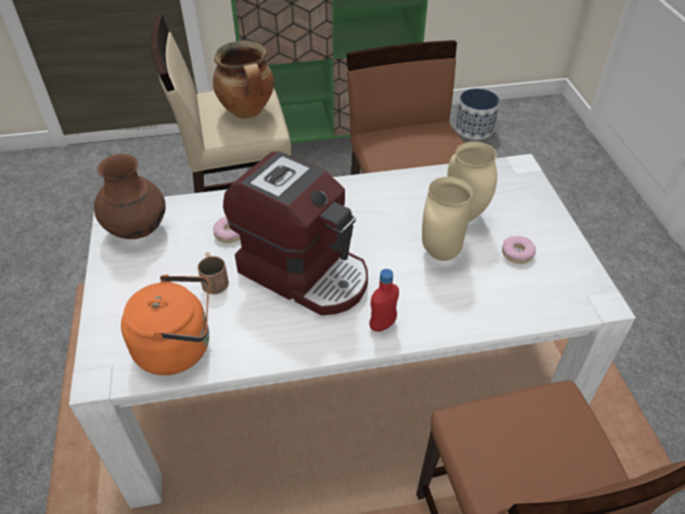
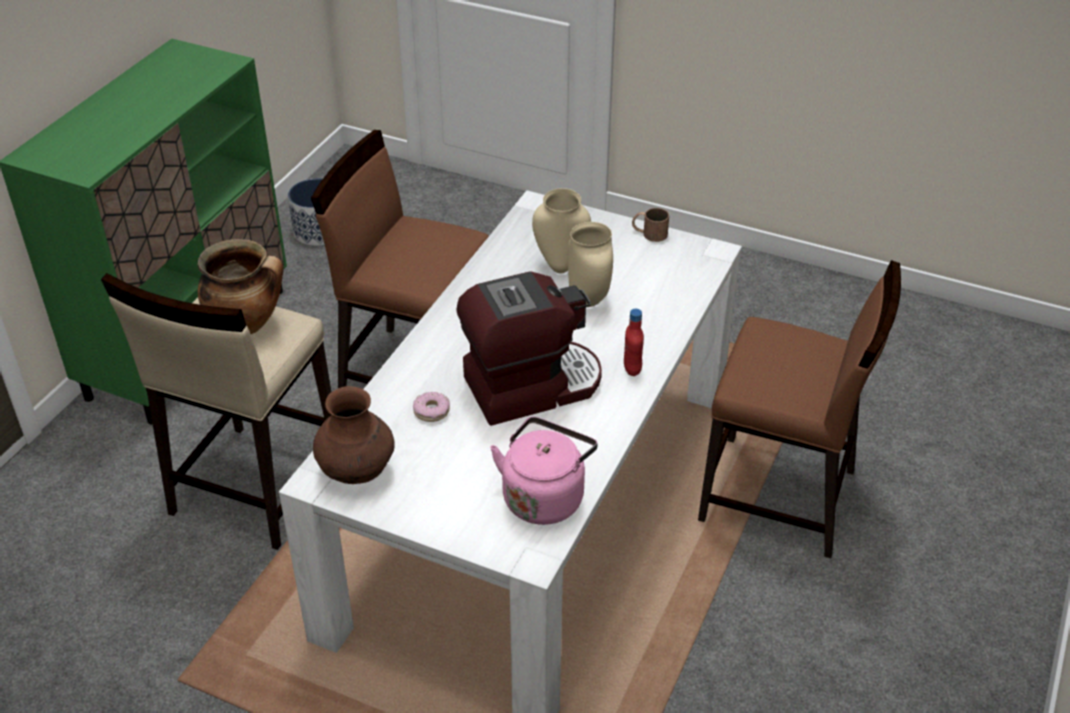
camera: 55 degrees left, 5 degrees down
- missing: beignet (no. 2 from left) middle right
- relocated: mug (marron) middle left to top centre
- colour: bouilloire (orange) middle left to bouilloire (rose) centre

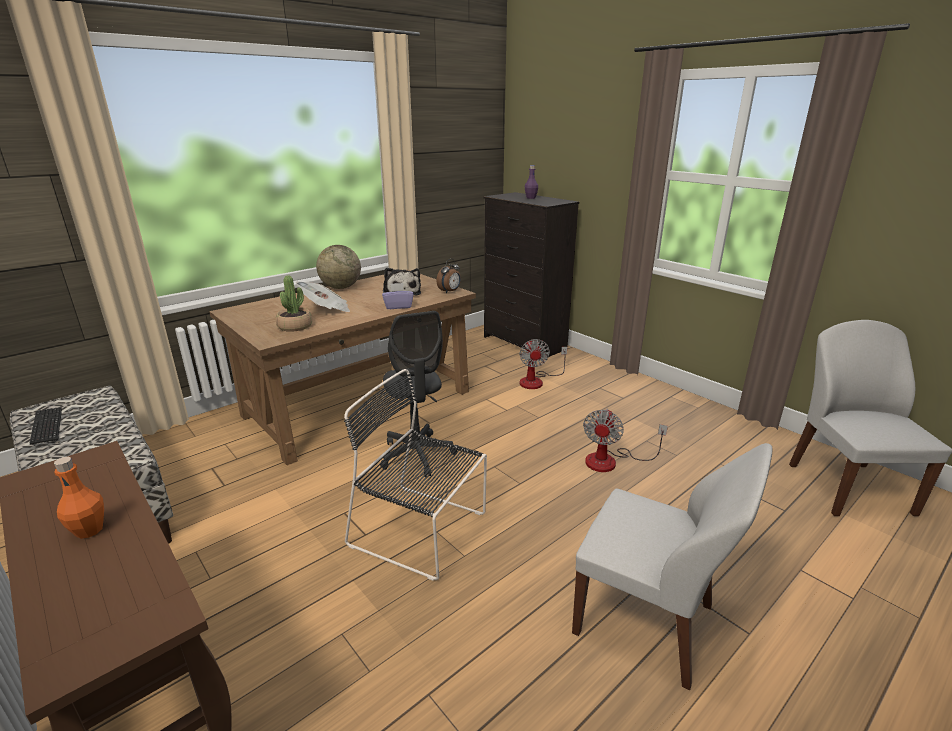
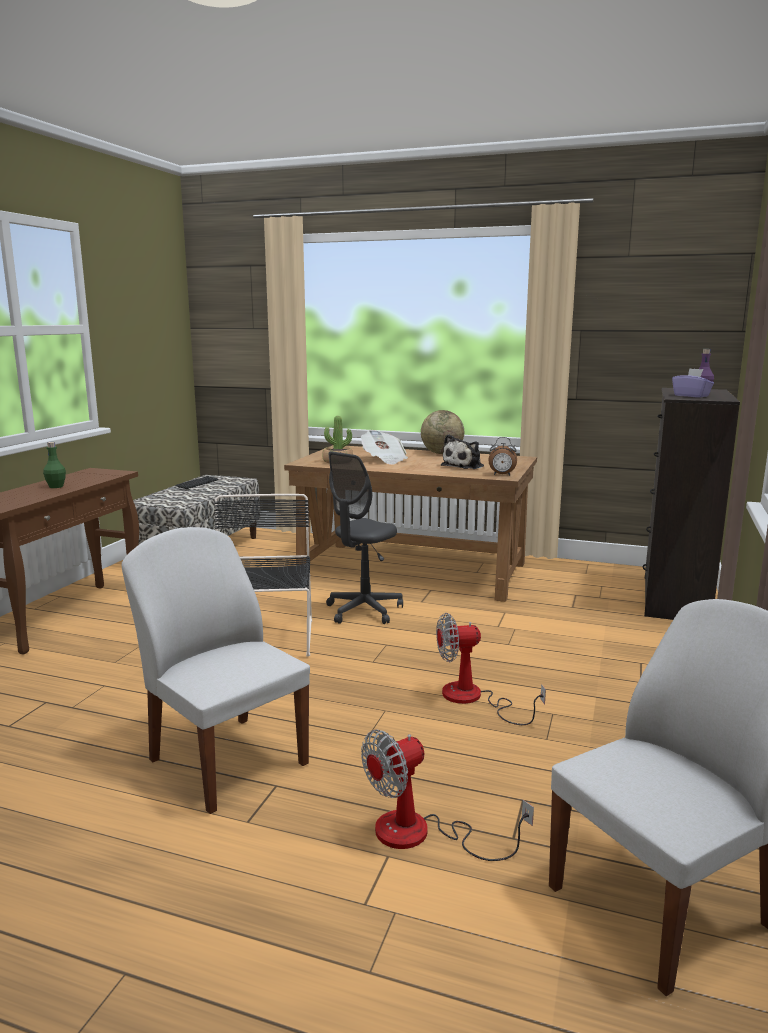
camera: 60 degrees right, 10 degrees down
- relocated: boîte à mouchoirs (violet) centre to middle right
- relocated: ventilateur (no. 1 from left) centre to bottom centre
- spun: chaise (blanc) (no. 1 from left) bottom right = middle left 135 degrees clockwise
- colour: bouteille (orange) bottom left to bouteille (vert) middle left

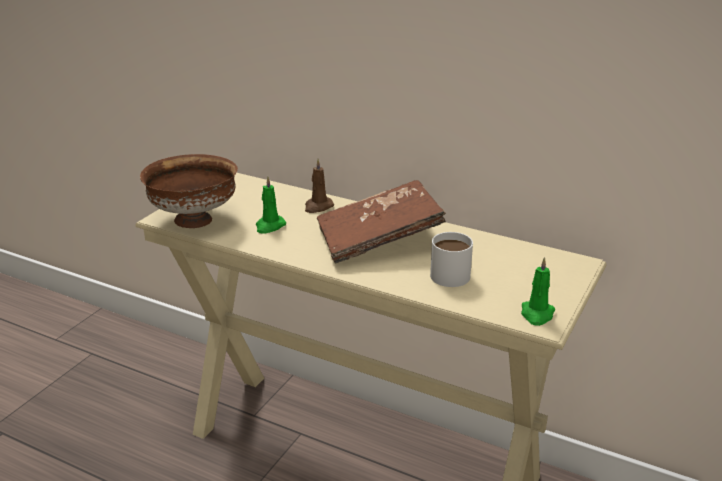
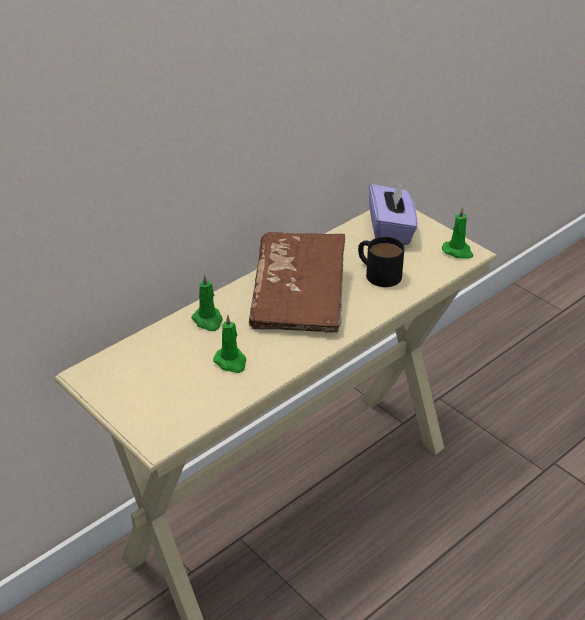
camera: 70 degrees left, 10 degrees up
- missing: bol (marron) middle left
- colour: bougie (marron) centre to bougie (vert) (no. 1 from left) centre
- colour: mug (blanc) centre to mug (noir) centre
- appeared: boîte à mouchoirs (violet) middle right

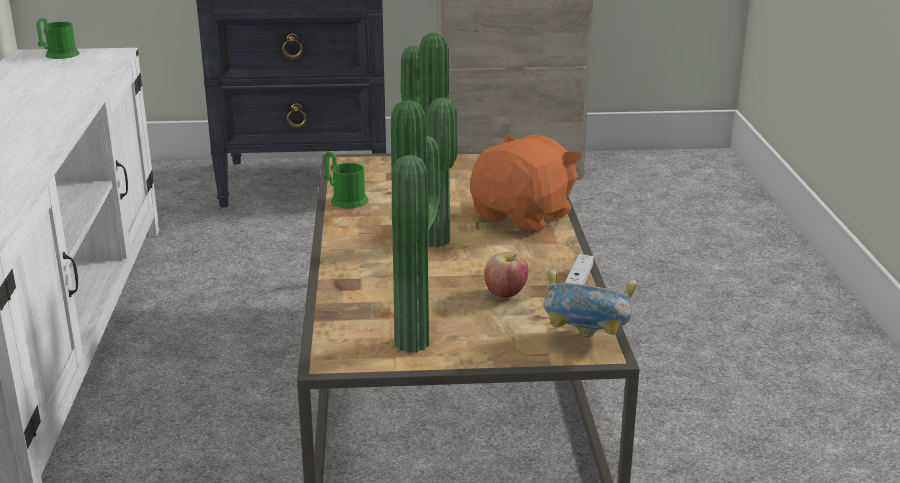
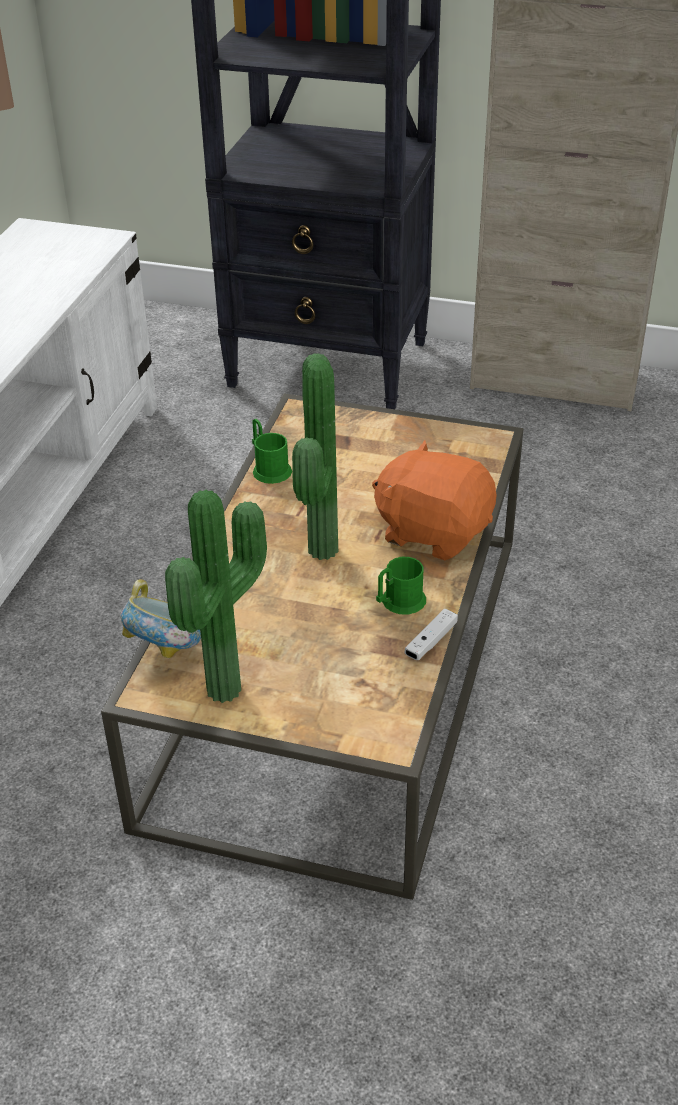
camera: 20 degrees right, 15 degrees up
- relocated: mug (vert) (no. 1 from left in the first image) top left to mug (vert) (no. 2 from left) centre
- spun: peluche (orange) centre = centre 120 degrees counterclockwise
- missing: pomme centre
- relocated: bol centre to middle left

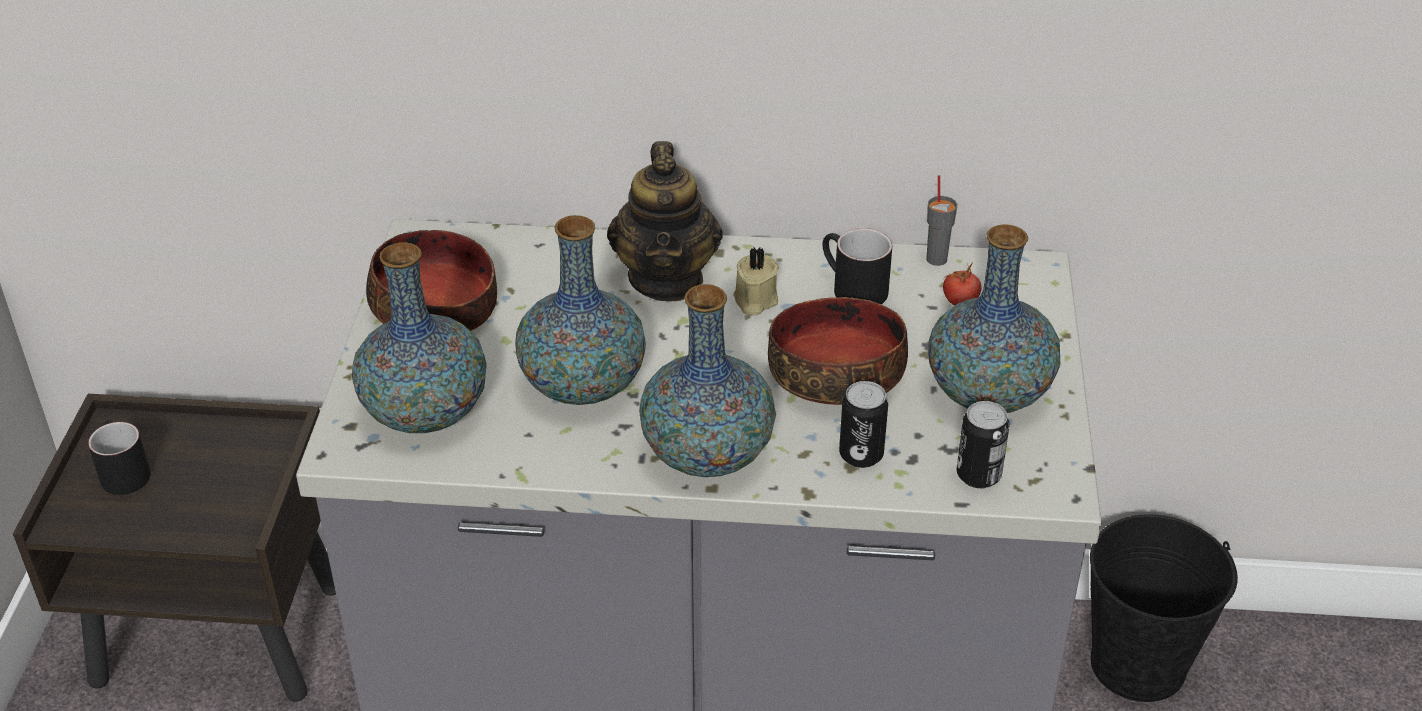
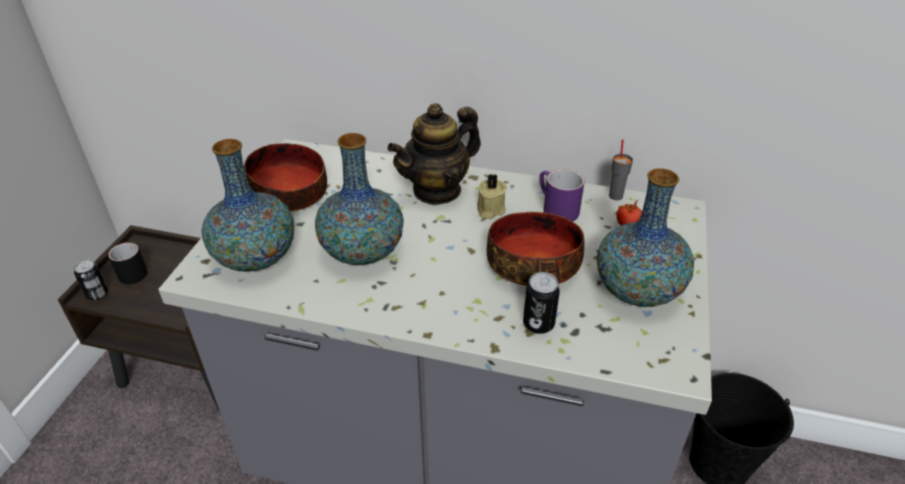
camera: 10 degrees right, 0 degrees up
- spun: théière top centre = top centre 45 degrees clockwise
- colour: mug (noir) (no. 2 from left) centre to mug (violet) centre
- missing: vase (no. 3 from left) centre
- relocated: boîte métallique (no. 2 from left in the first image) middle right to boîte métallique (no. 1 from left) middle left

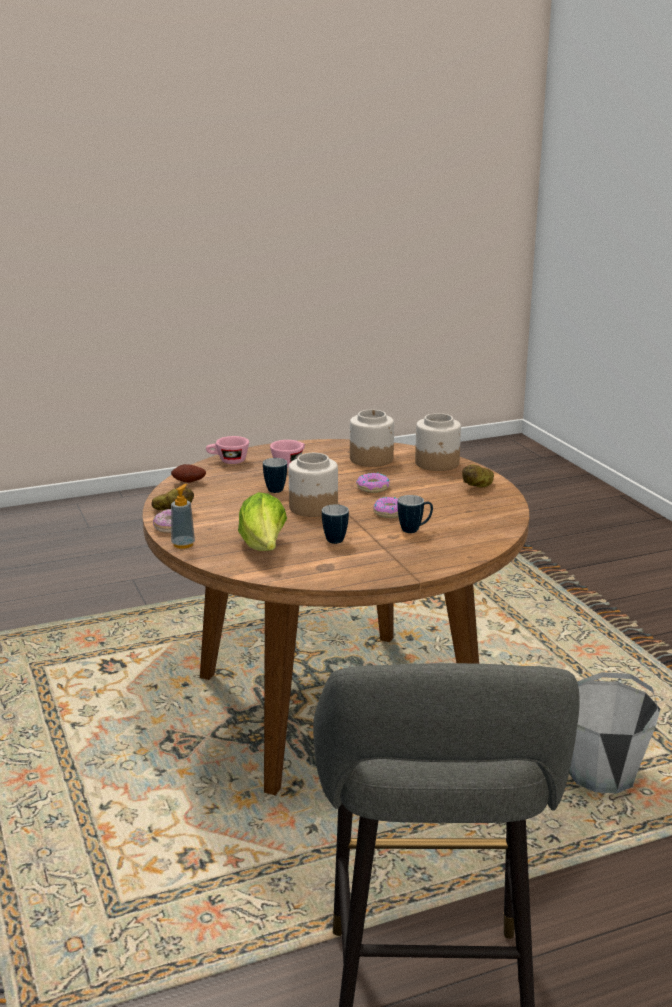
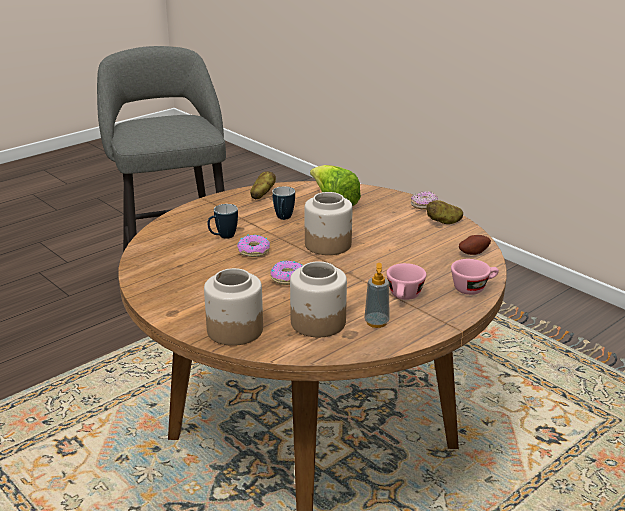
camera: 160 degrees right, 5 degrees up
- missing: mug (no. 1 from left) centre
- relocated: pomme de terre (no. 3 from left in the first image) middle right to pomme de terre (no. 1 from left) centre
- relocated: distributeur de savon middle left to centre
- missing: seau (gris) bottom right

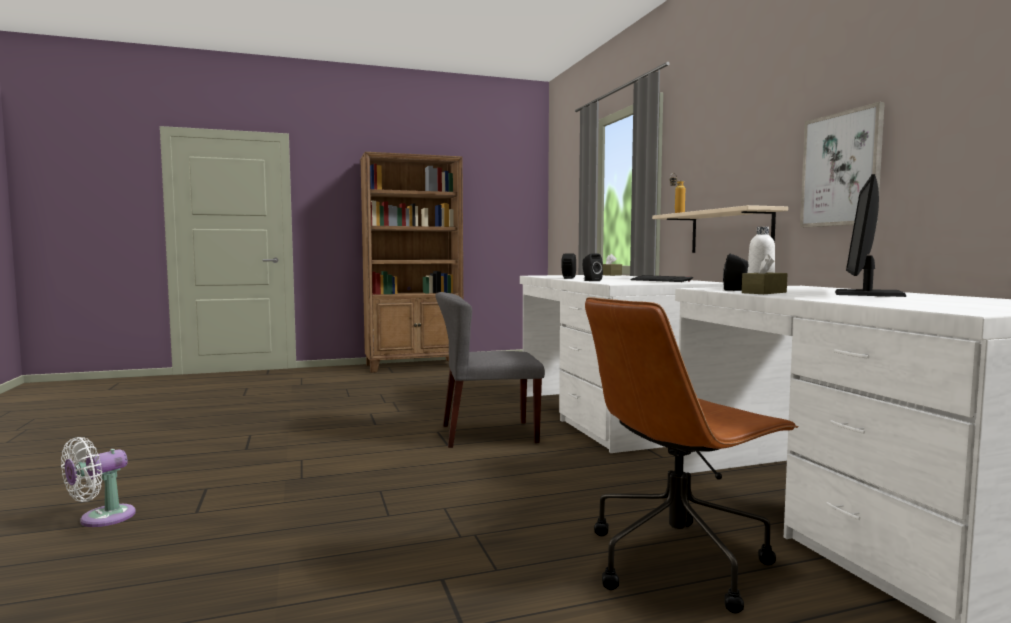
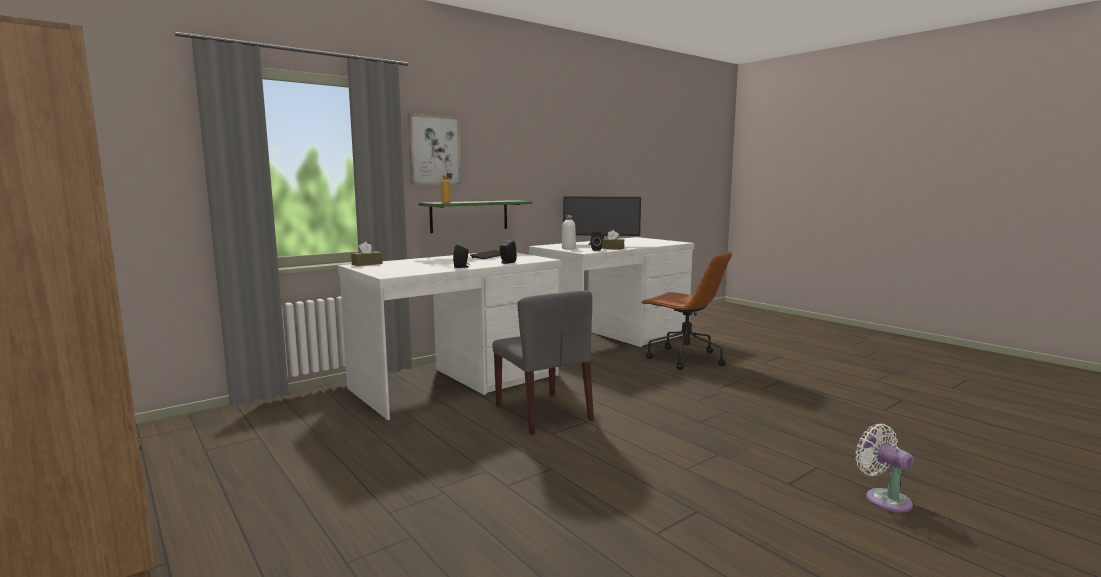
camera: 110 degrees left, 5 degrees up
- relocated: tableau top right to top centre
- colour: étagère (beige) middle right to étagère (vert) centre
- spun: ventilateur (blanc) bottom left = bottom right 135 degrees counterclockwise

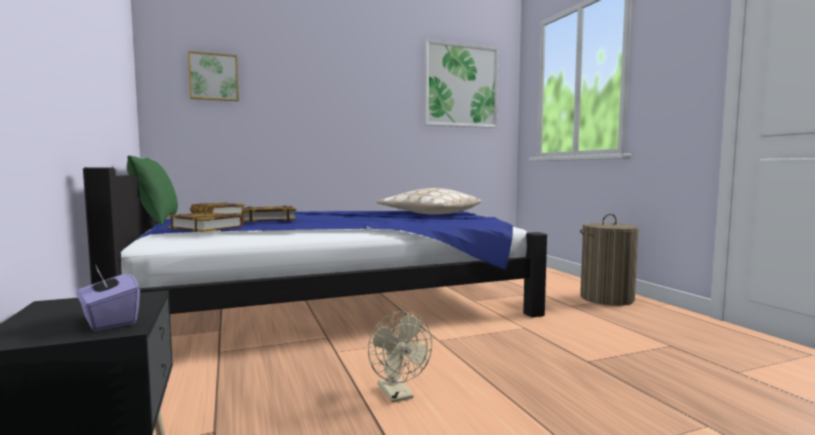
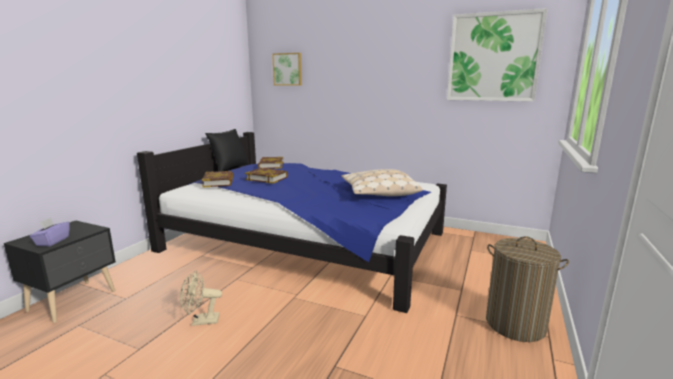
camera: 45 degrees right, 10 degrees up
- colour: coussin (vert) middle left to coussin (noir) centre
- spun: ventilateur (beige) bottom centre = bottom left 60 degrees clockwise

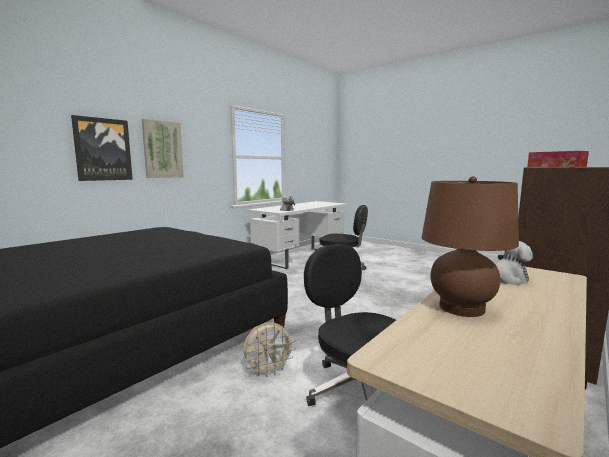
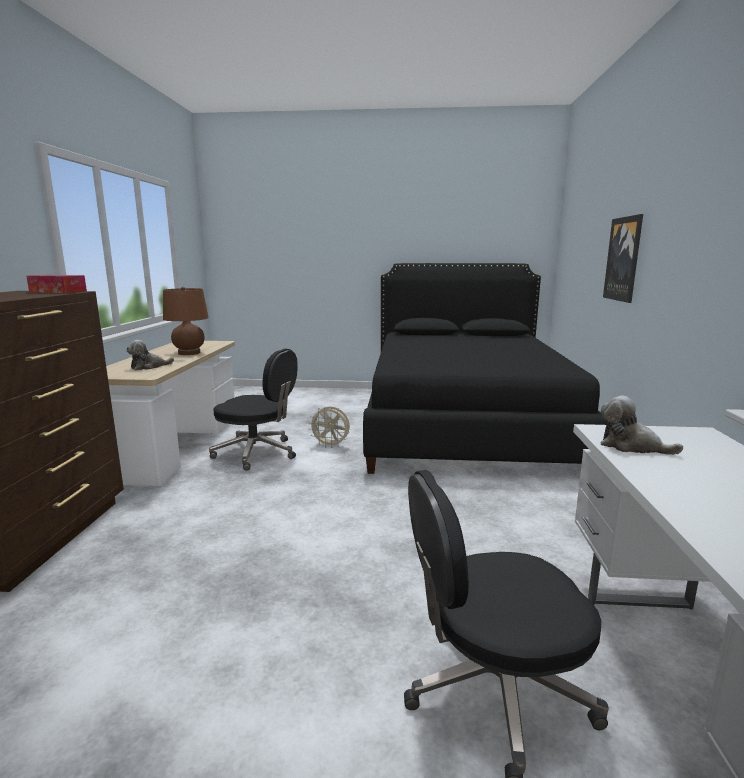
camera: 145 degrees right, 5 degrees up
- missing: tableau (no. 2 from left) top left
- spun: ventilateur (beige) bottom centre = centre 105 degrees counterclockwise

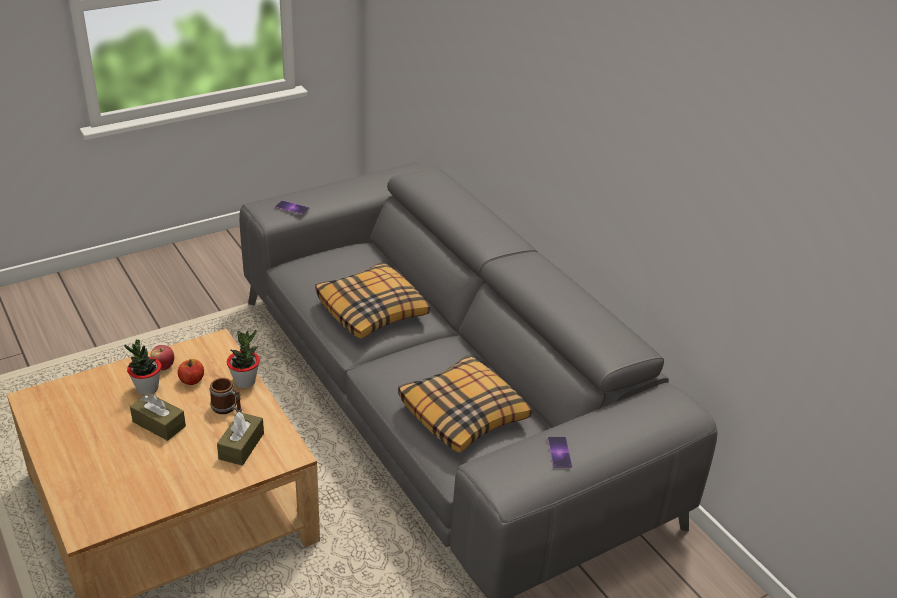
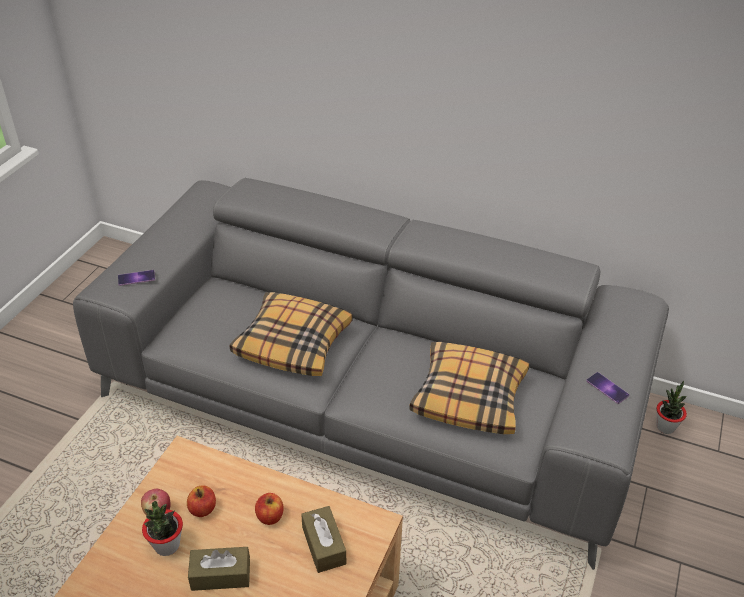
camera: 35 degrees left, 5 degrees up
- relocated: plante en pot (no. 2 from left) middle left to bottom right
- exchanged: mug middle left to pomme (no. 3 from left) bottom centre

